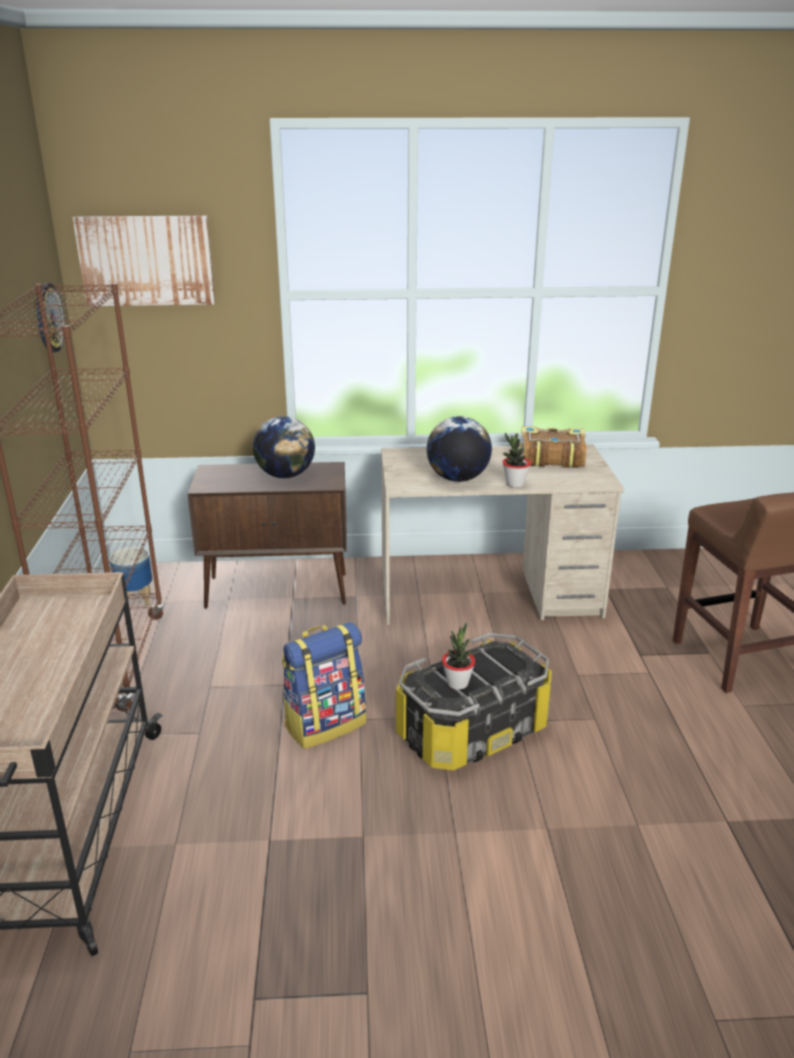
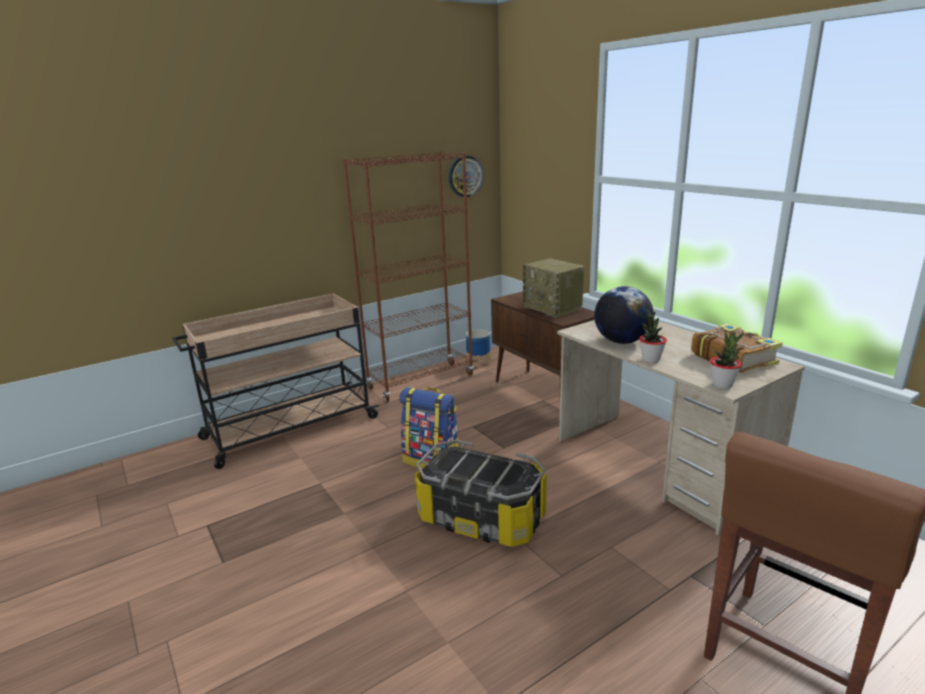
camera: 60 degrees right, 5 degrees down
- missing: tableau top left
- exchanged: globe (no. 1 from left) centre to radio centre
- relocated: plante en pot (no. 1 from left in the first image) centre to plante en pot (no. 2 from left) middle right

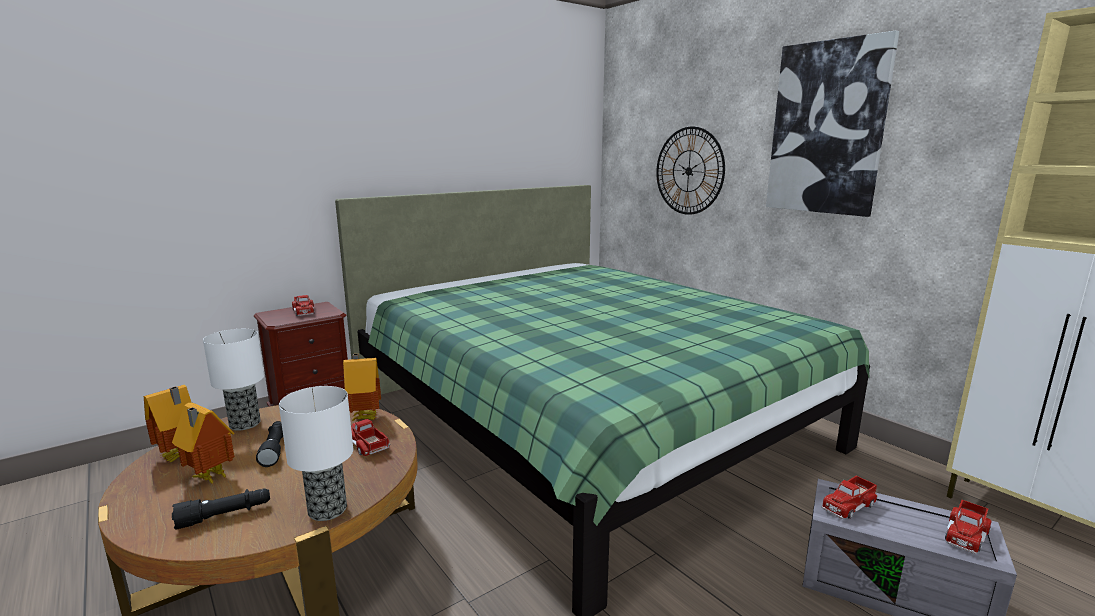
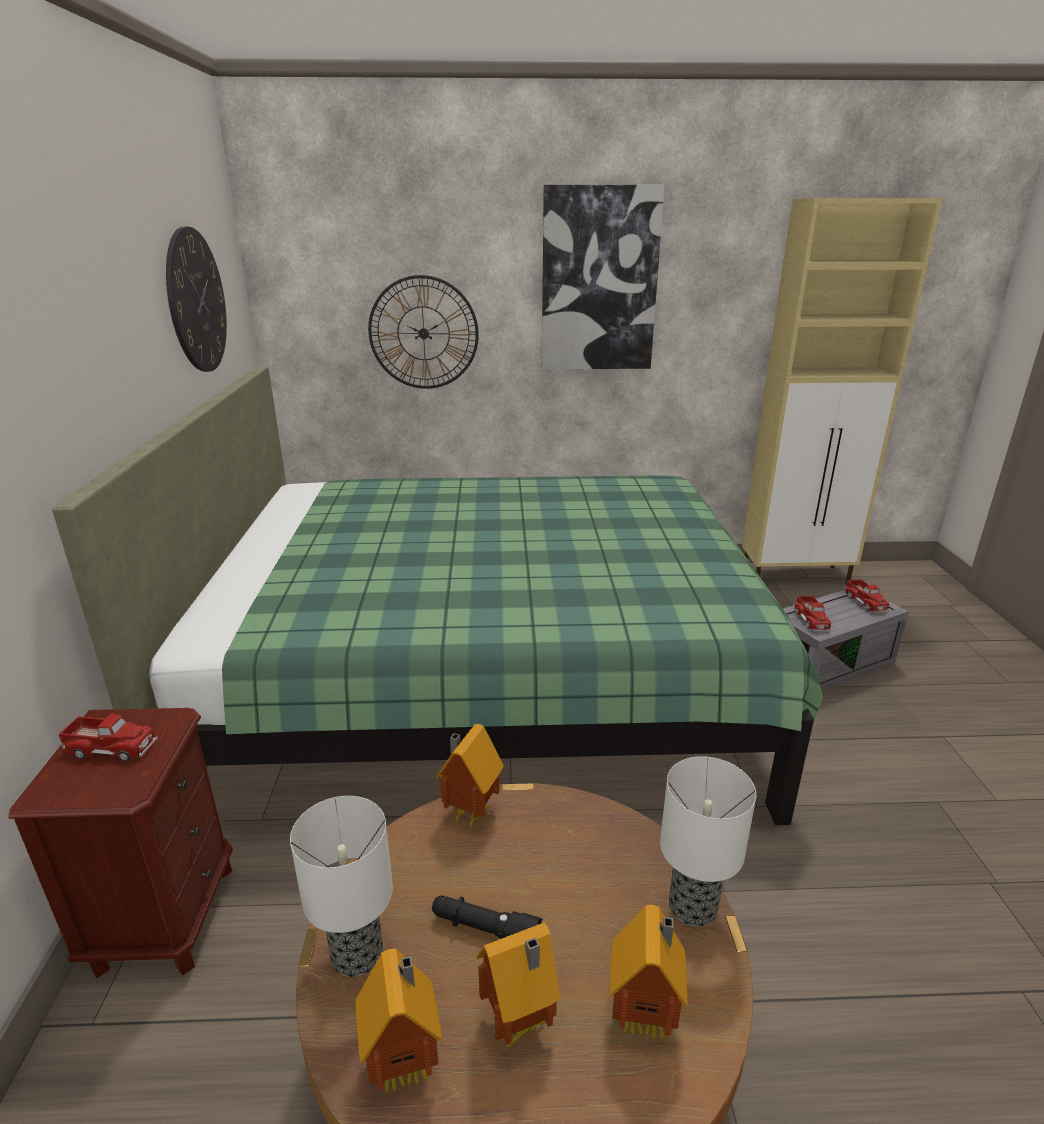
camera: 55 degrees left, 10 degrees up
- missing: camion jouet (no. 2 from left) bottom centre
- exchanged: lampe de poche (noir) (no. 1 from left) bottom left to maison miniature (no. 4 from left) bottom centre
- appeared: horloge murale (no. 1 from left) top left

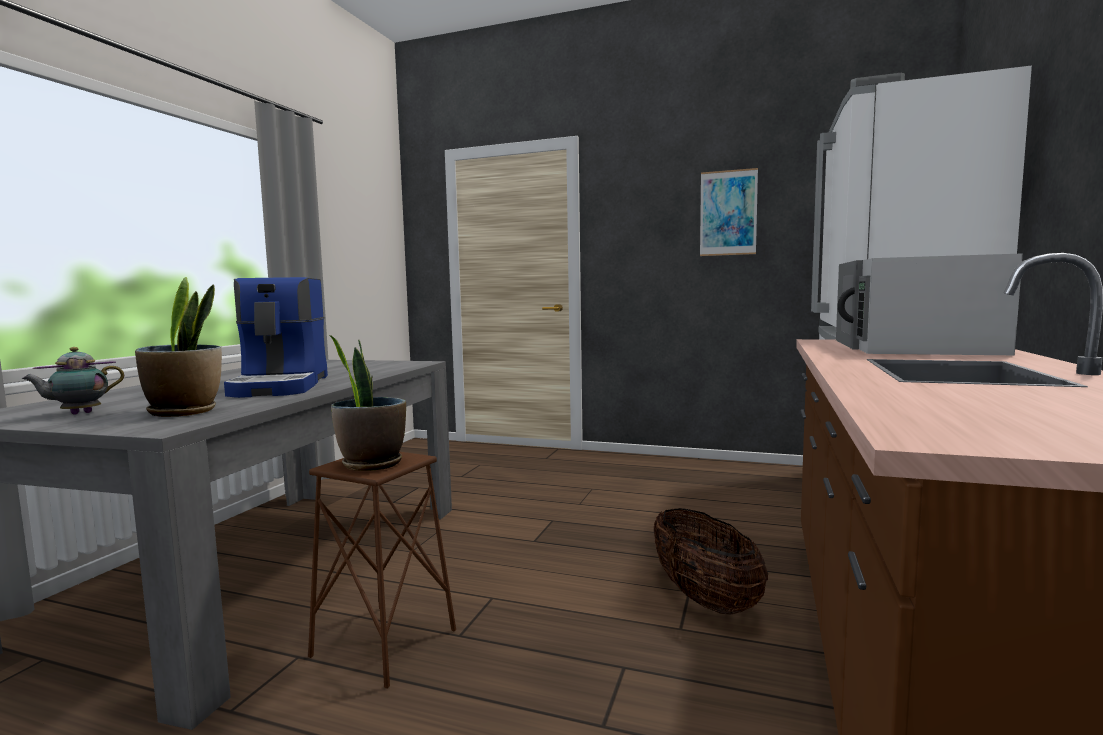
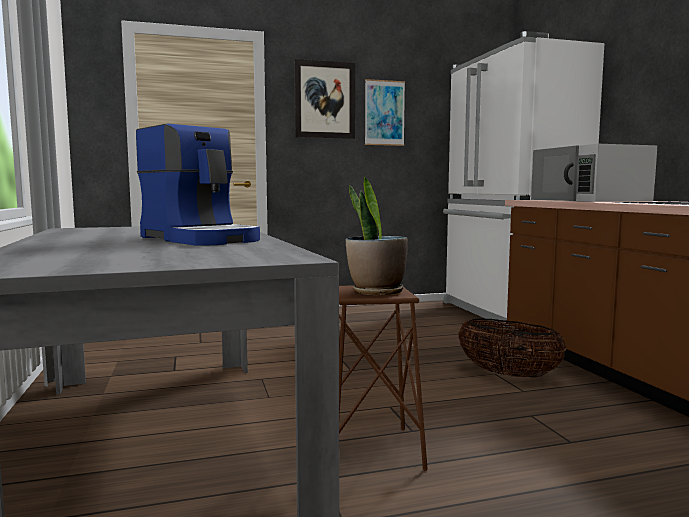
camera: 35 degrees left, 0 degrees up
- missing: plante en pot (no. 1 from left) middle left
- missing: théière middle left
- appeared: tableau (no. 1 from left) top centre

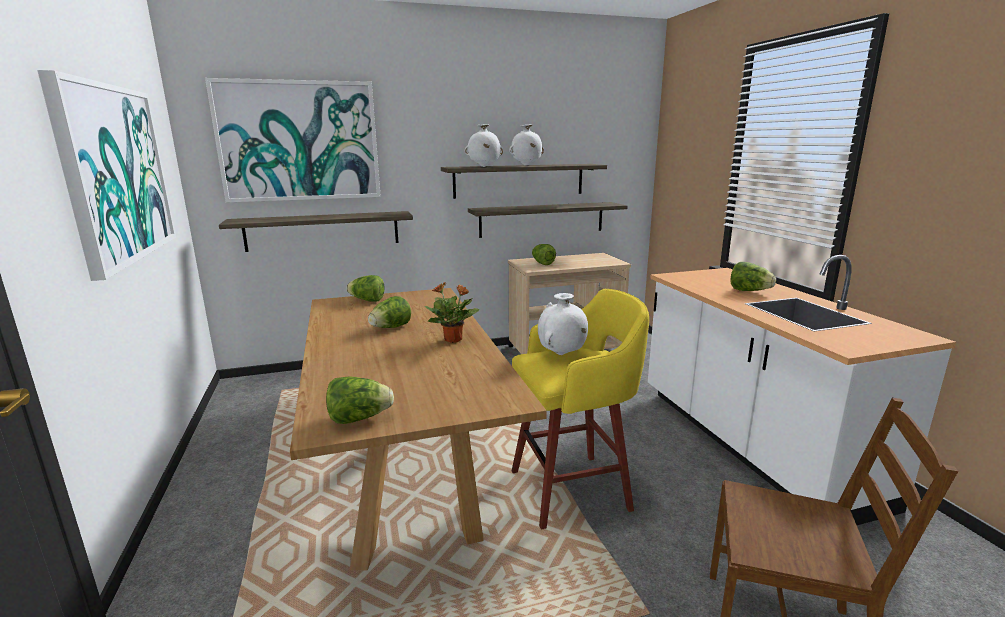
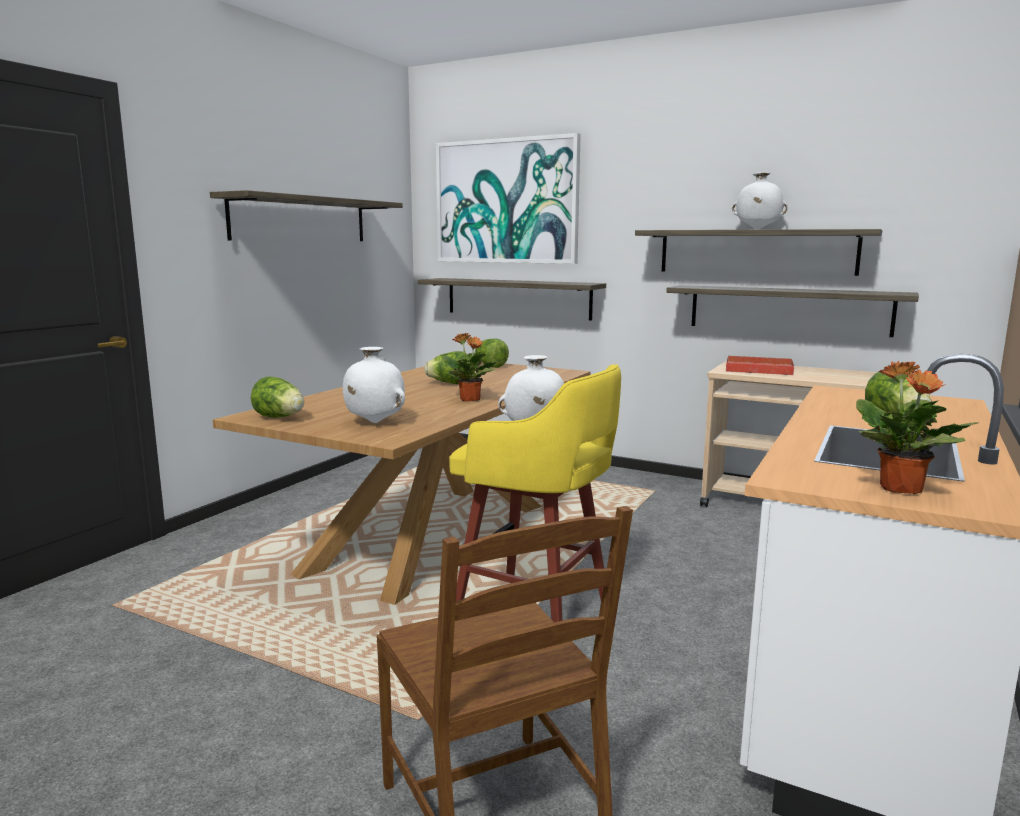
camera: 45 degrees right, 5 degrees down
- exchanged: tableau (no. 1 from left) top left to étagère (no. 1 from left) top left
- relocated: vase (blanc) (no. 1 from left) top centre to centre
- exchanged: laitue (no. 4 from left) centre to plateau (rouge) middle right
- appeared: plante en pot (no. 2 from left) middle right

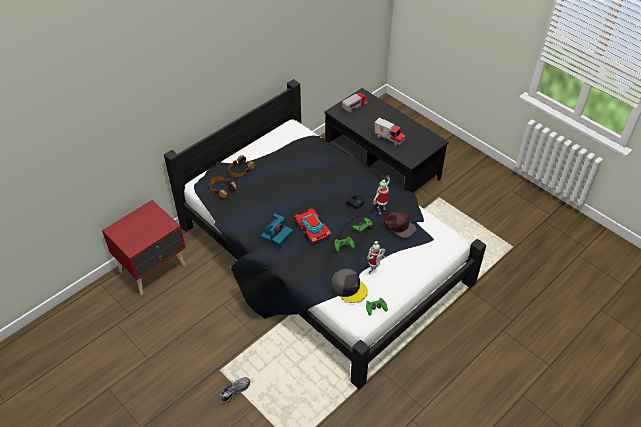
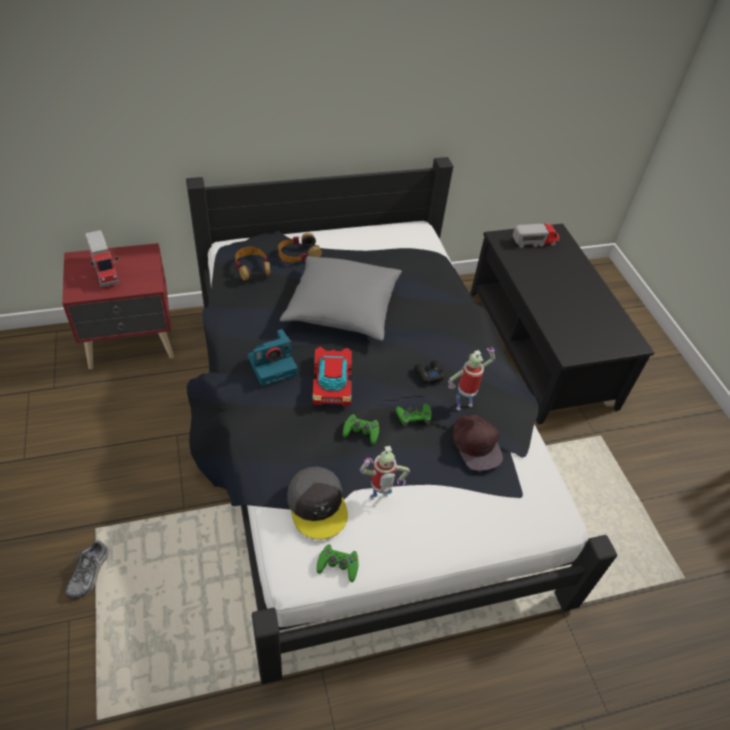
camera: 25 degrees right, 0 degrees up
- relocated: camion jouet (no. 2 from left in the first image) top centre to camion jouet (no. 1 from left) middle left
- spun: chaussure bottom centre = bottom left 120 degrees clockwise
- appeared: coussin (gris) centre

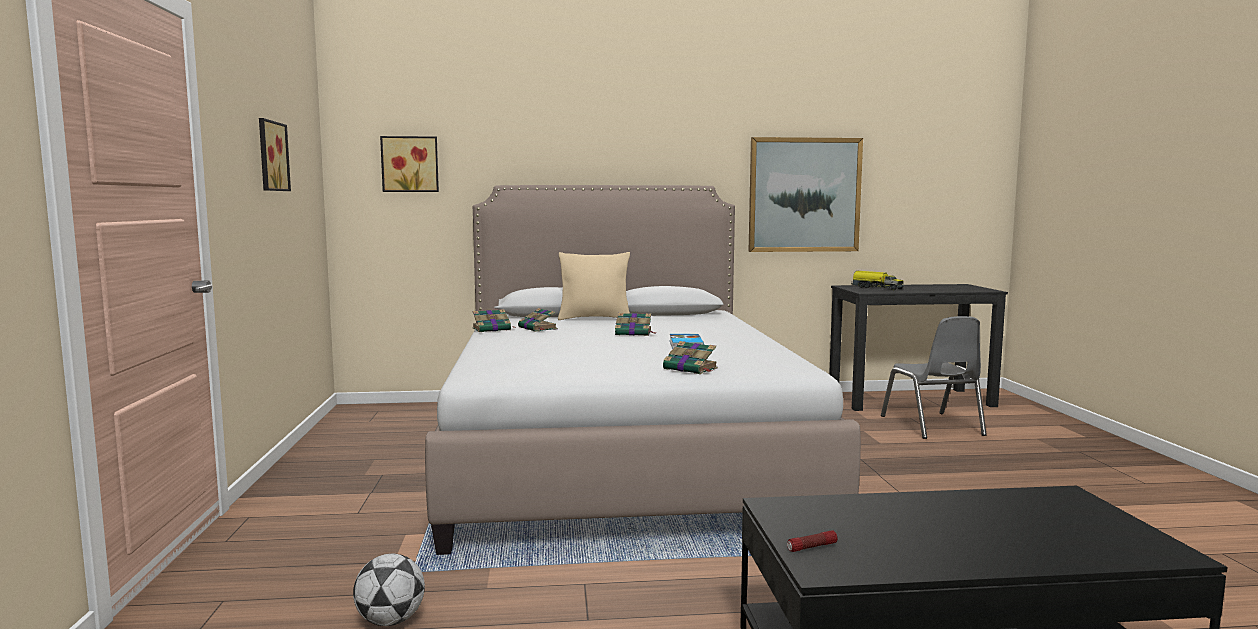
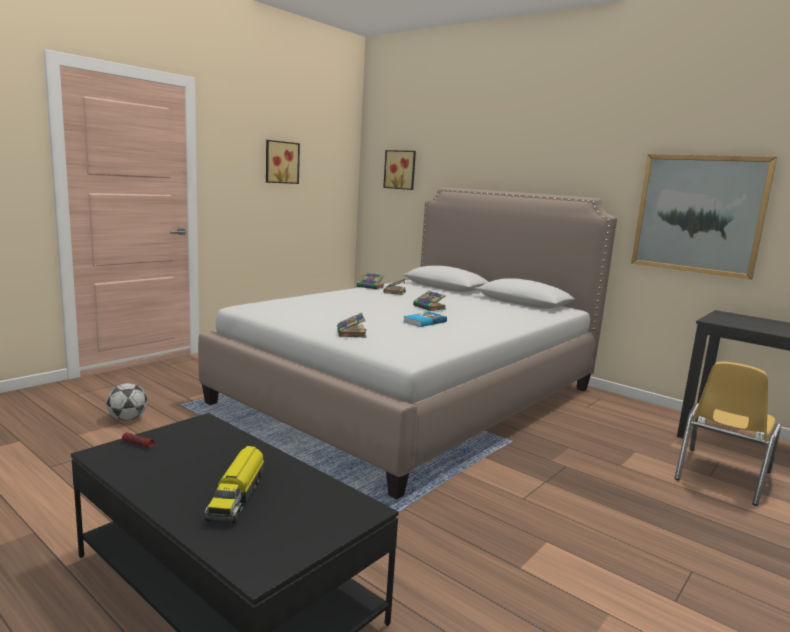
camera: 45 degrees right, 5 degrees up
- missing: coussin (beige) centre
- relocated: camion jouet middle right to bottom left
- colour: chaise (gris) middle right to chaise (jaune) bottom right

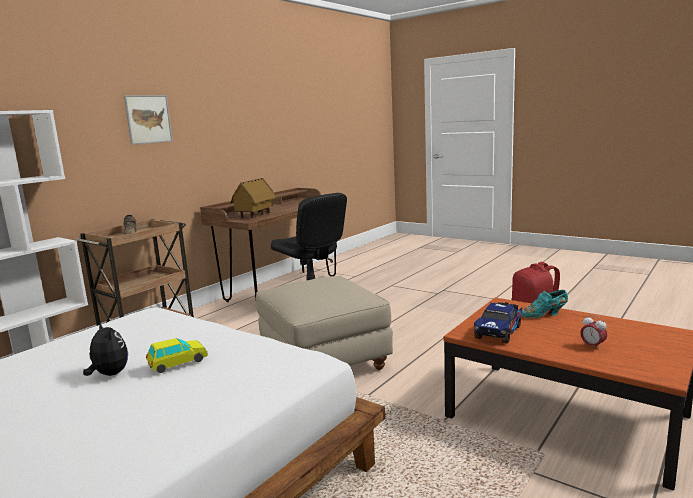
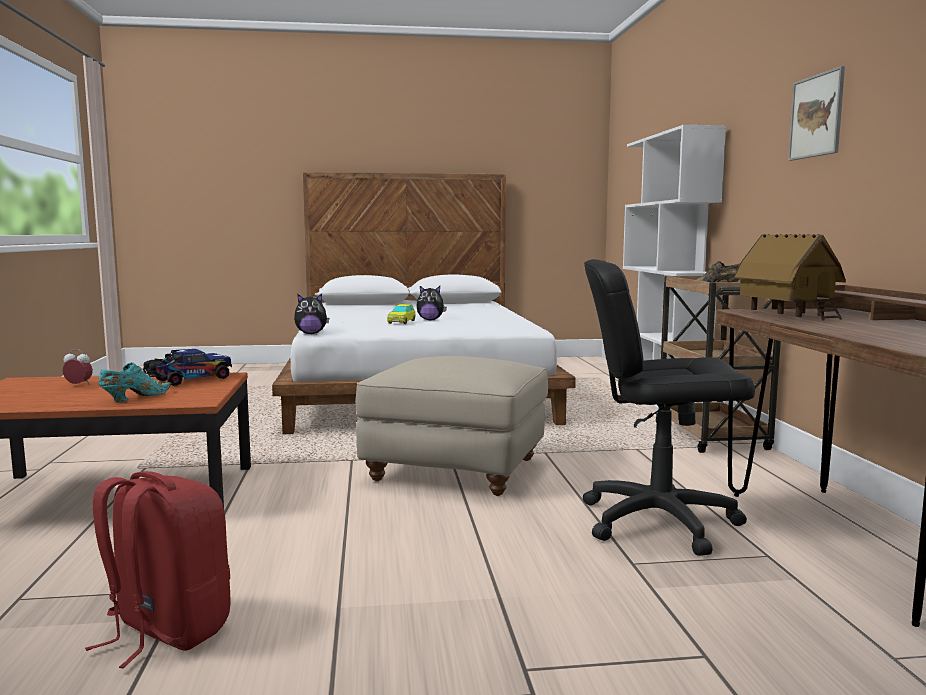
camera: 135 degrees right, 5 degrees down
- spun: camion jouet middle right = middle left 60 degrees clockwise
- appeared: peluche (no. 1 from left) centre

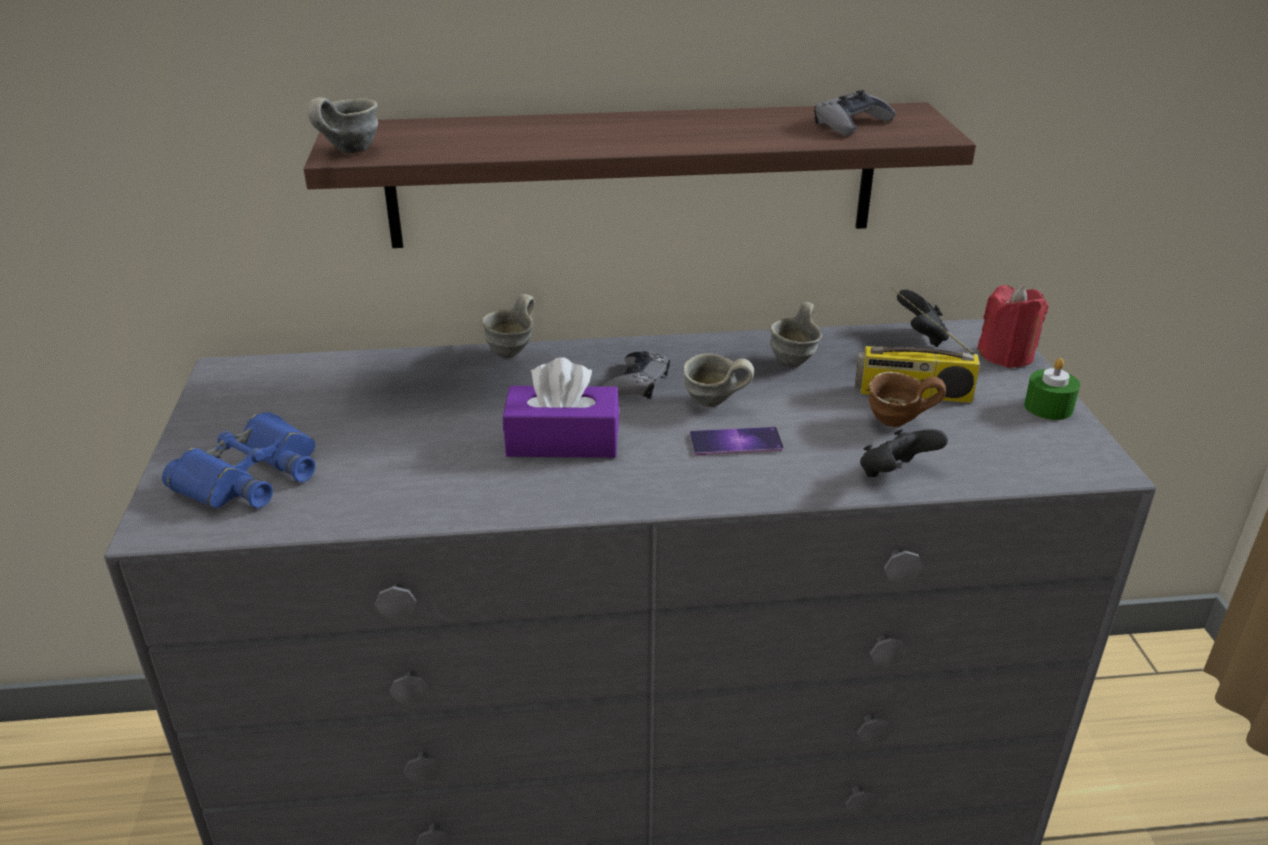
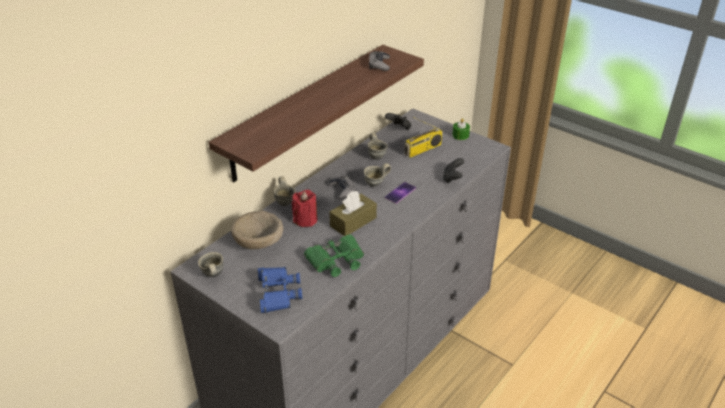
camera: 45 degrees left, 5 degrees up
- relocated: mug (gris) (no. 1 from left) top left to middle left
- relocated: bougie (rouge) middle right to centre
- colour: boîte à mouchoirs (violet) centre to boîte à mouchoirs (marron) centre
- missing: mug (marron) middle right
- appeared: bol (beige) centre
- appeared: jumelles (vert) centre

